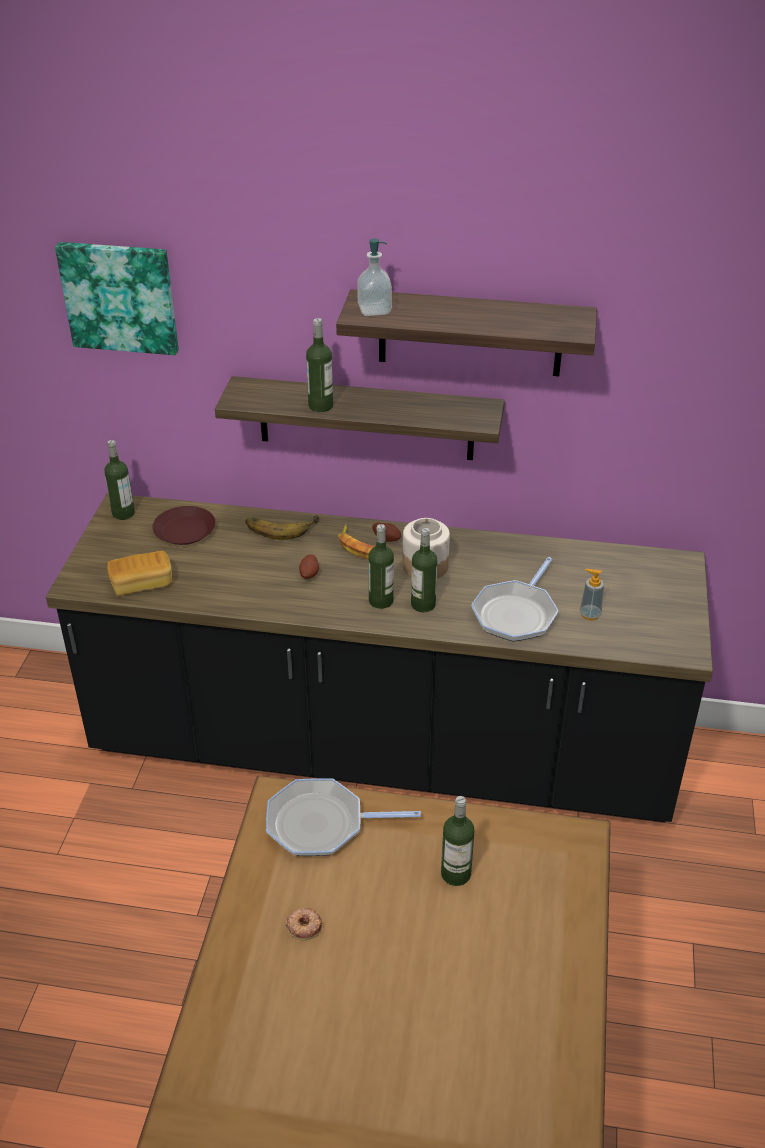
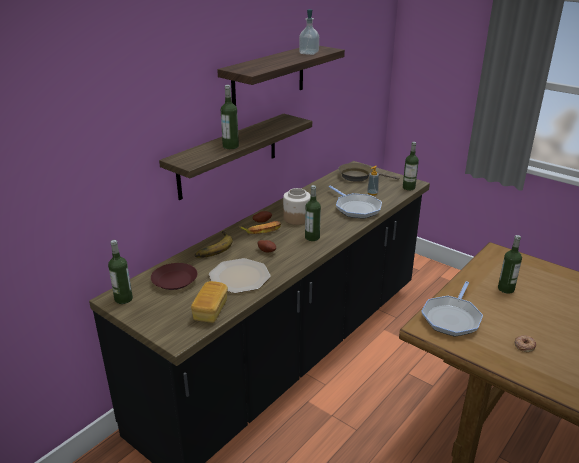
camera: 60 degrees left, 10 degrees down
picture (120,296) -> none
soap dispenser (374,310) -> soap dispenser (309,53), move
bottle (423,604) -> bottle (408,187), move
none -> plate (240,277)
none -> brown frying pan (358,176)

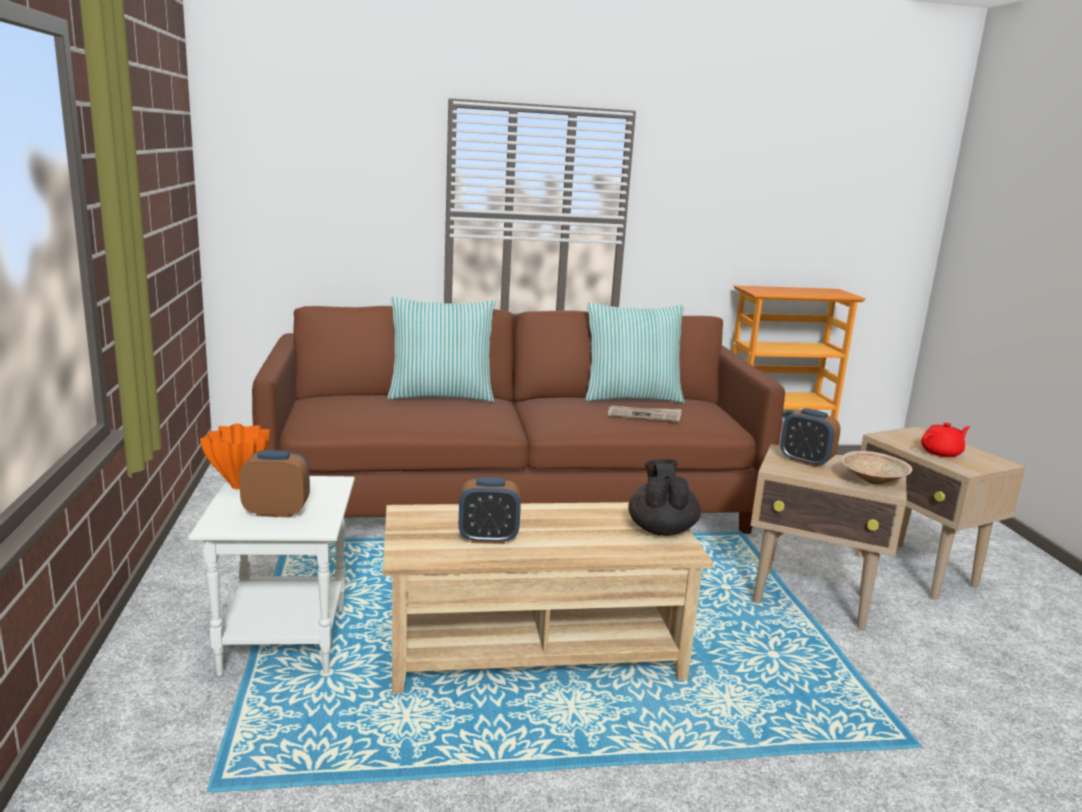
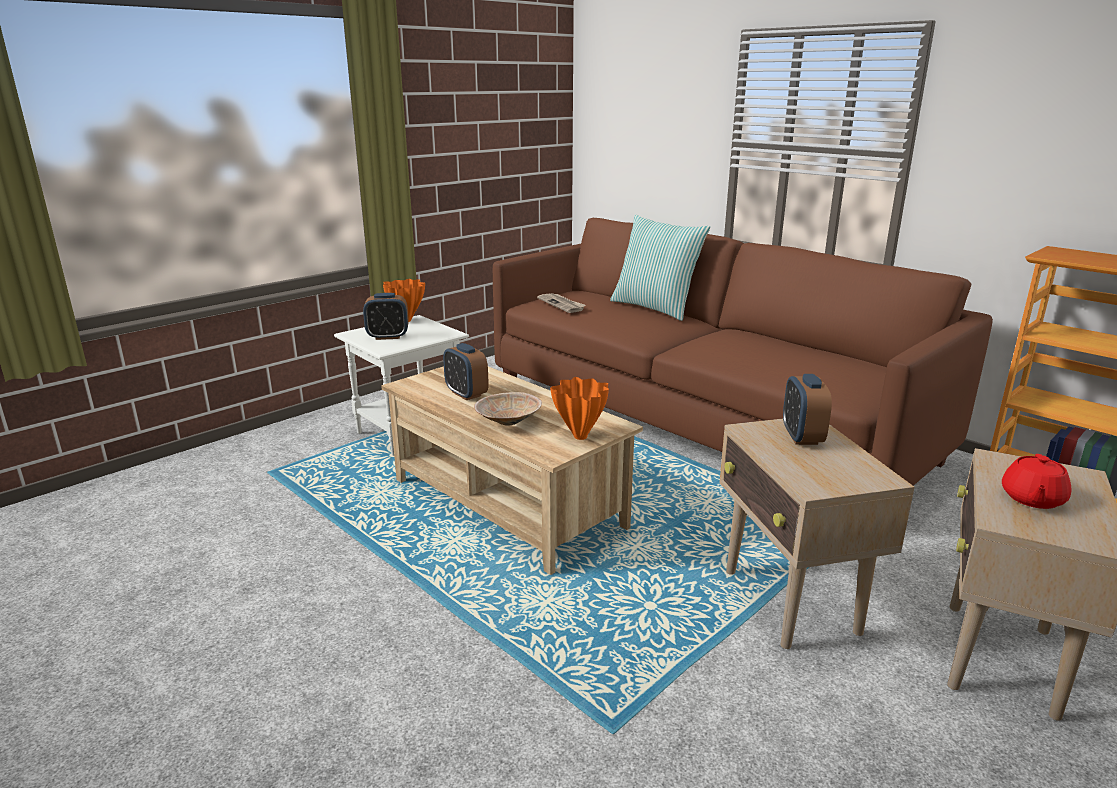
camera: 55 degrees right, 5 degrees up
alarm clock (276,512) -> alarm clock (388,336), 120 degrees clockwise
pillow (631,397) -> none
newspaper (644,415) -> newspaper (562,304), move
black teapot (661,529) -> orange vase (580,436)
beige bowl (872,481) -> beige bowl (507,422), move
red teapot (942,452) -> red teapot (1032,499), 90 degrees clockwise

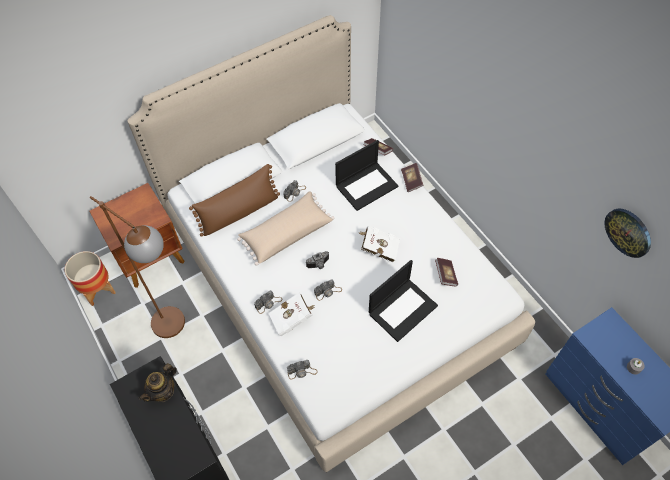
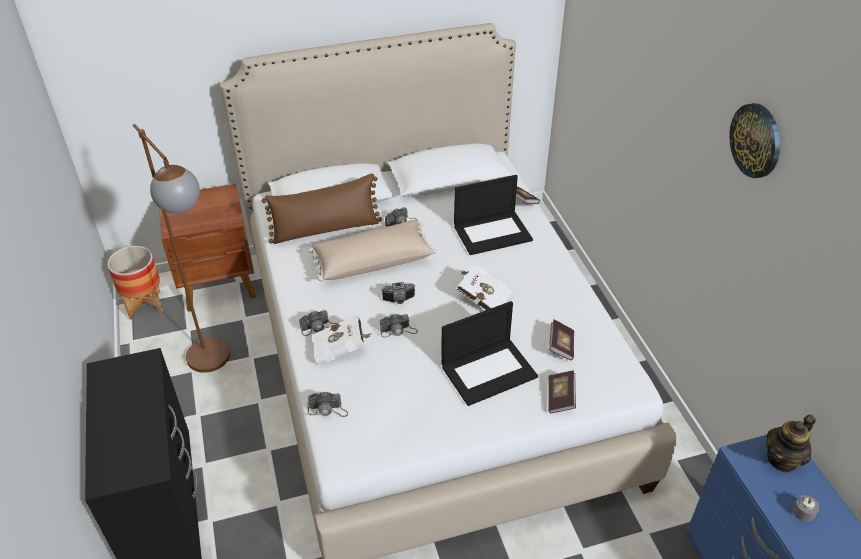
camera: 15 degrees right, 15 degrees down
teapot (163,391) -> teapot (782,459), move
book (411,181) -> book (560,398), move
wall clock (628,232) -> wall clock (756,140), move

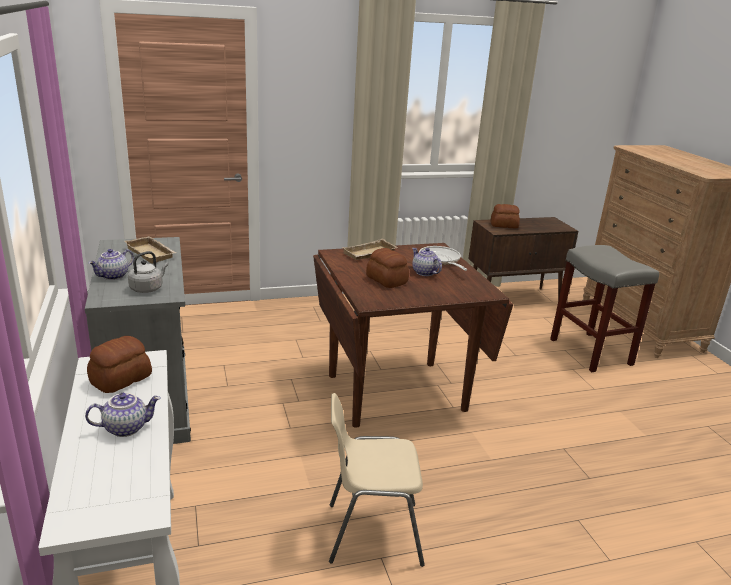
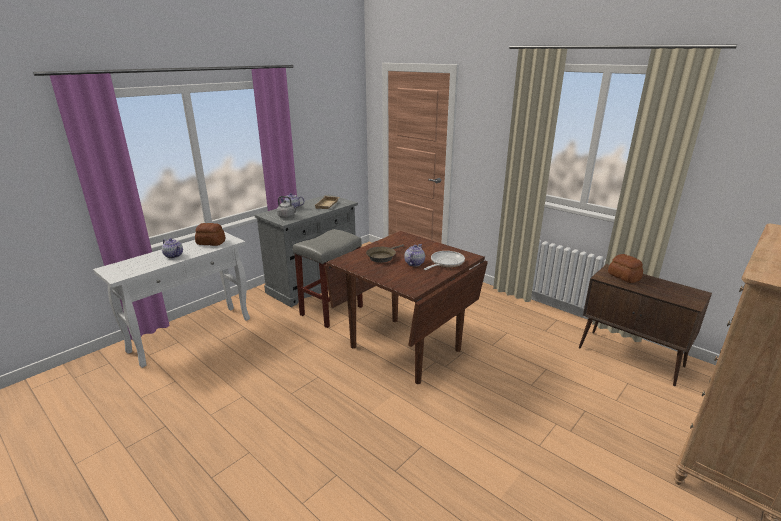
camera: 60 degrees right, 0 degrees up
beige chair (371,532) -> none
beige tray (369,254) -> none
bread (386,280) -> brown frying pan (382,257)
grey stool (589,351) -> grey stool (332,310), move

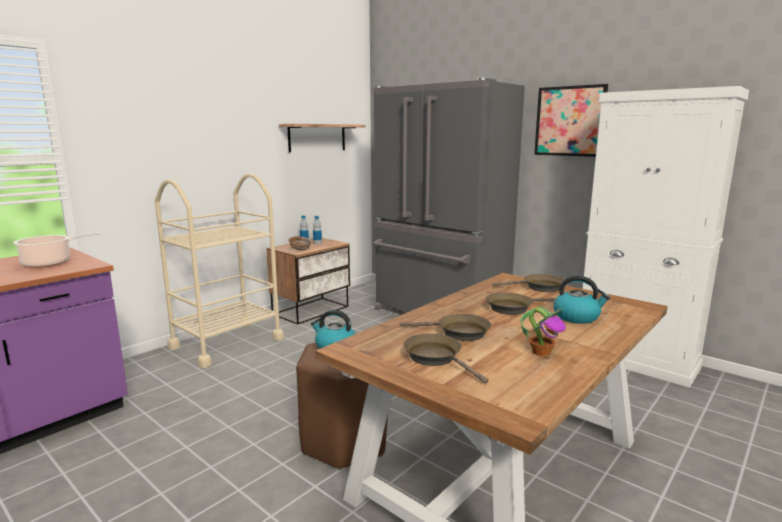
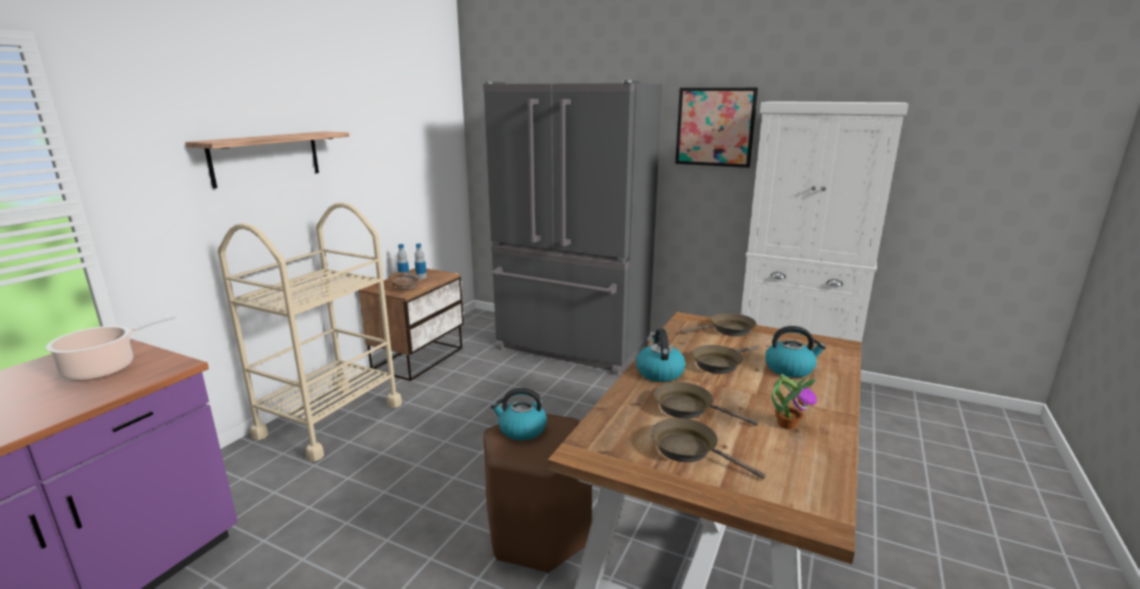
camera: 15 degrees left, 5 degrees up
shelf (317,137) -> shelf (266,158), move
brown frying pan (458,333) -> brown frying pan (688,408), 150 degrees counterclockwise
none -> kettle (659,372)

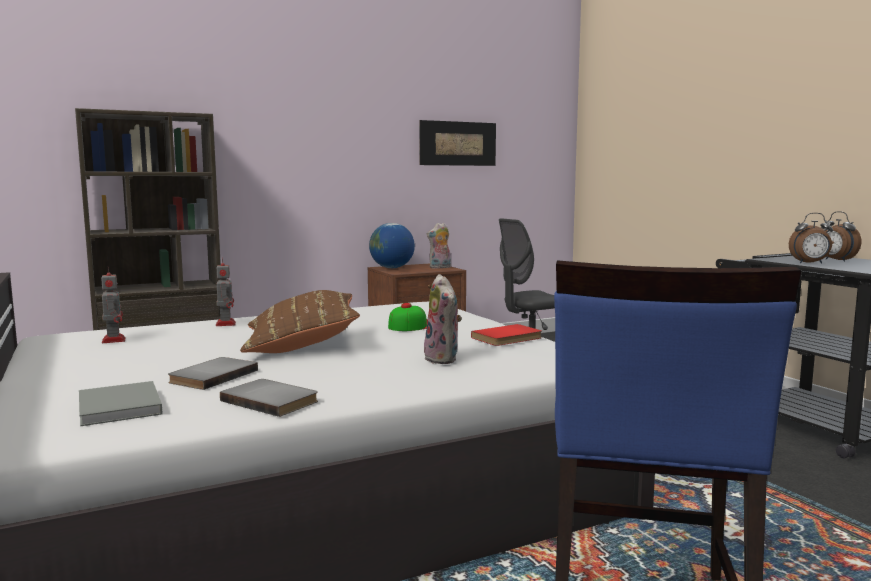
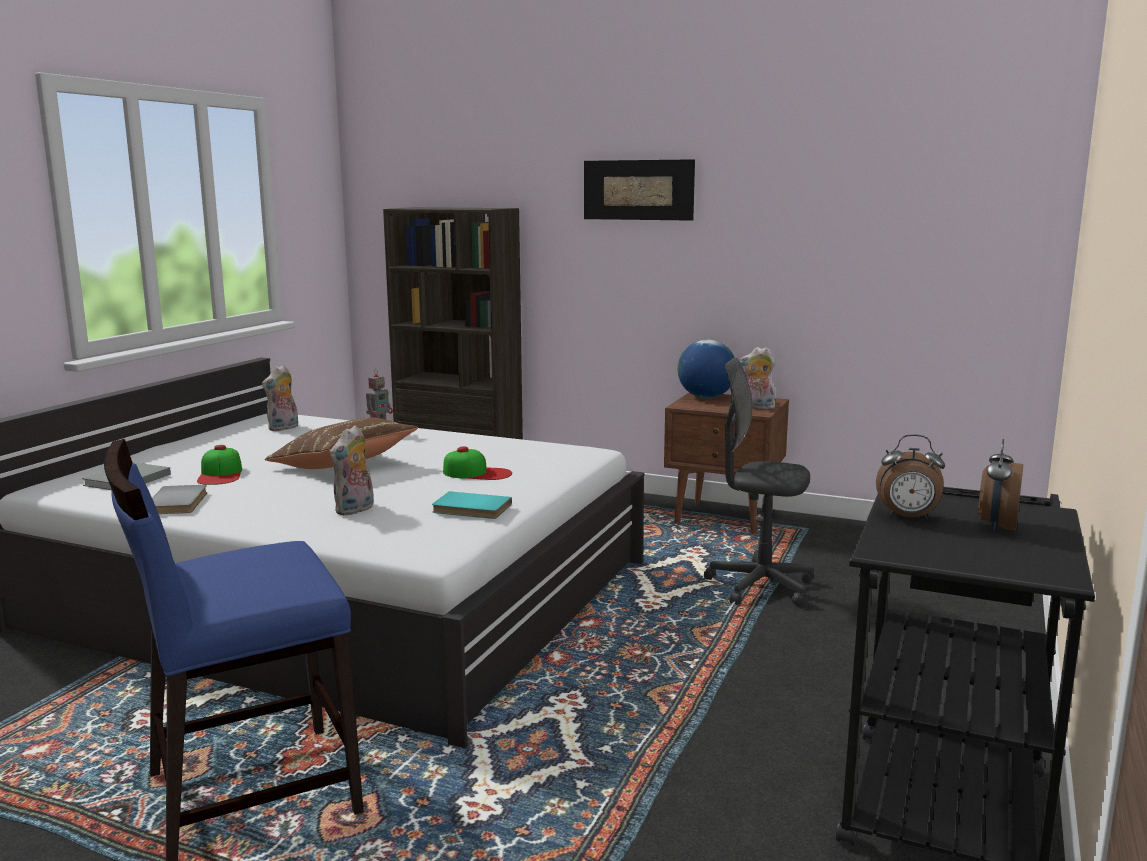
camera: 50 degrees right, 5 degrees up
toy robot (113,340) -> plush toy (283,428)
grey book (211,376) -> cap (220,474)
picture (458,143) -> picture (638,190), move
red book (508,338) -> turquoise book (471,509)
alarm clock (810,263) -> alarm clock (907,518), 45 degrees counterclockwise

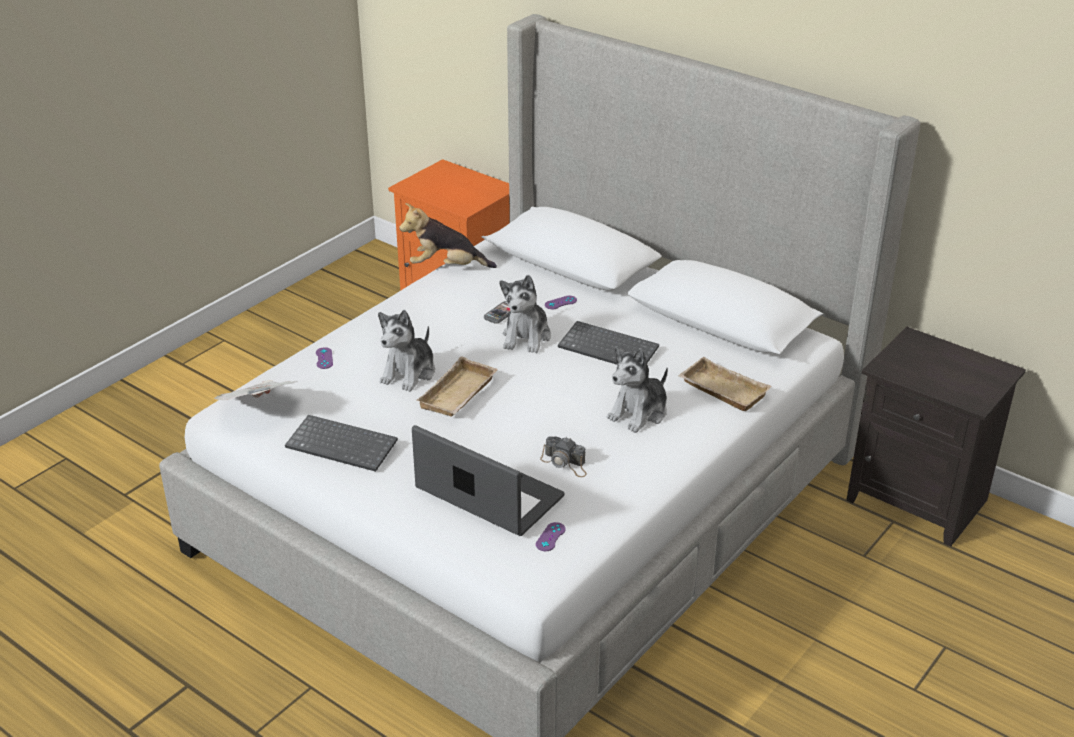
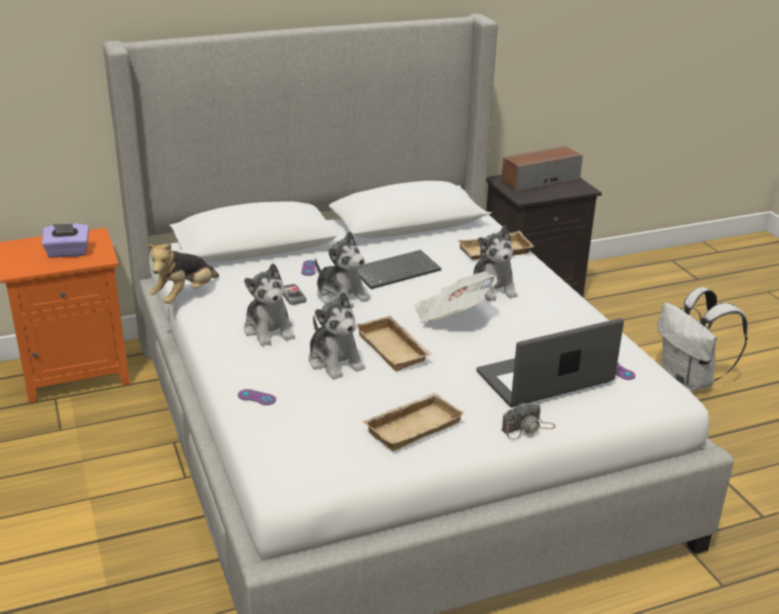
camera: 60 degrees left, 5 degrees down
newspaper (259,408) -> newspaper (452,316), move
keyboard (343,444) -> beige tray (412,425)
photo camera (565,463) -> photo camera (528,428), move
none -> purple tissue box (68,252)
none -> plush toy (269,330)
none -> speaker (540,181)
none -> white backpack (689,381)

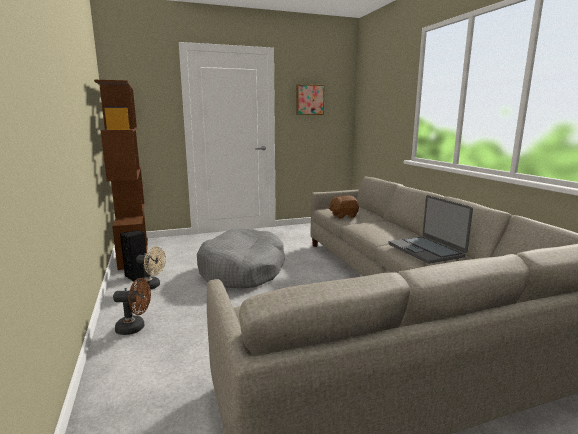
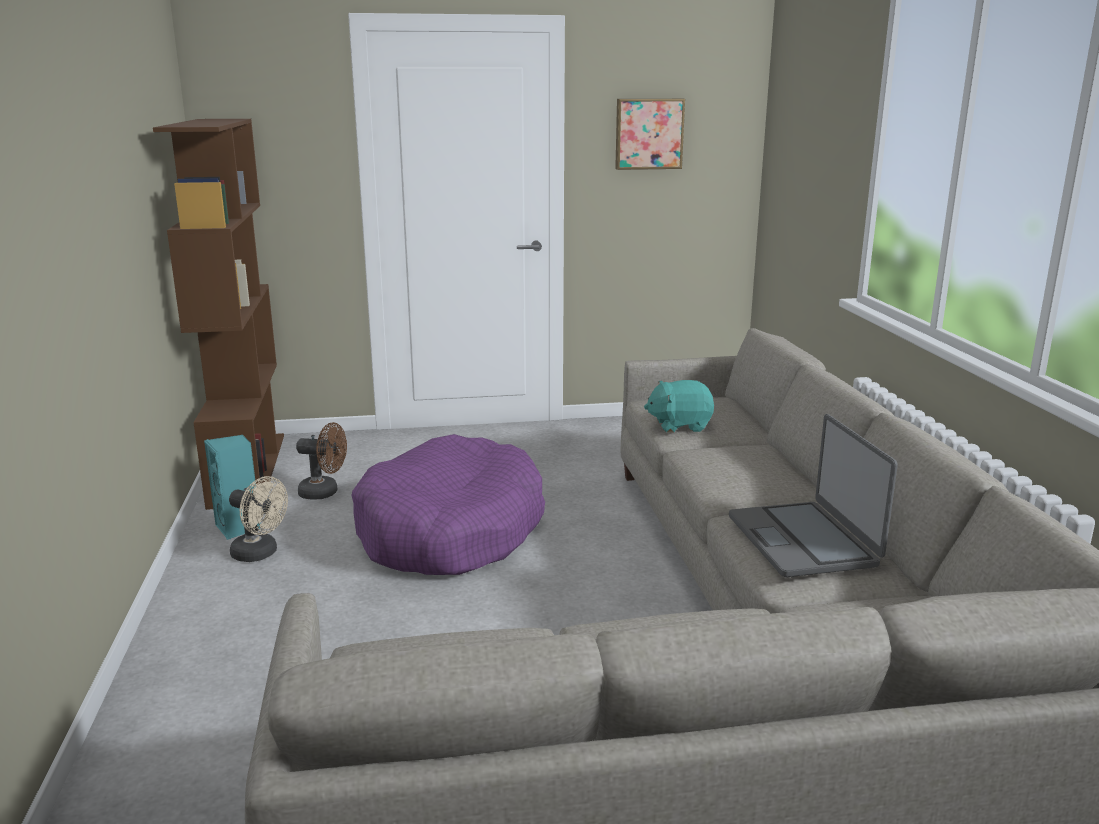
camera: 10 degrees right, 5 degrees up
brown fan (135,328) -> brown fan (324,493), move
black speaker (137,276) -> turquoise speaker (238,528)
grey dog bed (242,270) -> purple dog bed (450,531)
brown plush toy (343,216) -> turquoise plush toy (679,425)

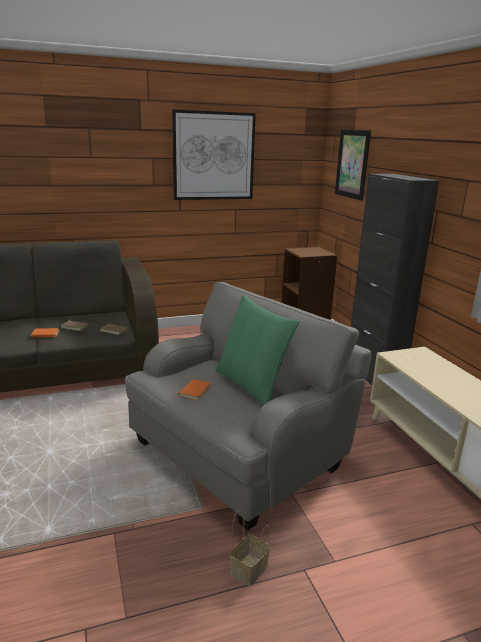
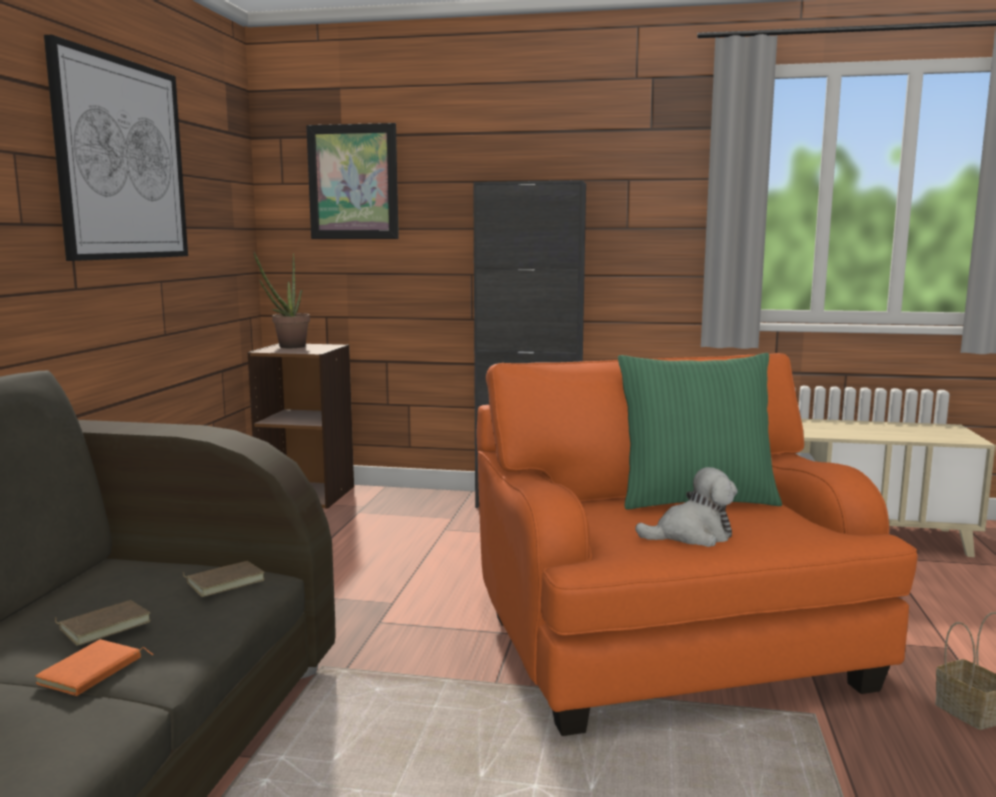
camera: 60 degrees left, 10 degrees down
grey armchair (240,452) -> orange armchair (667,645)
orange book (194,391) -> plush toy (691,535)
none -> potted plant (288,347)

